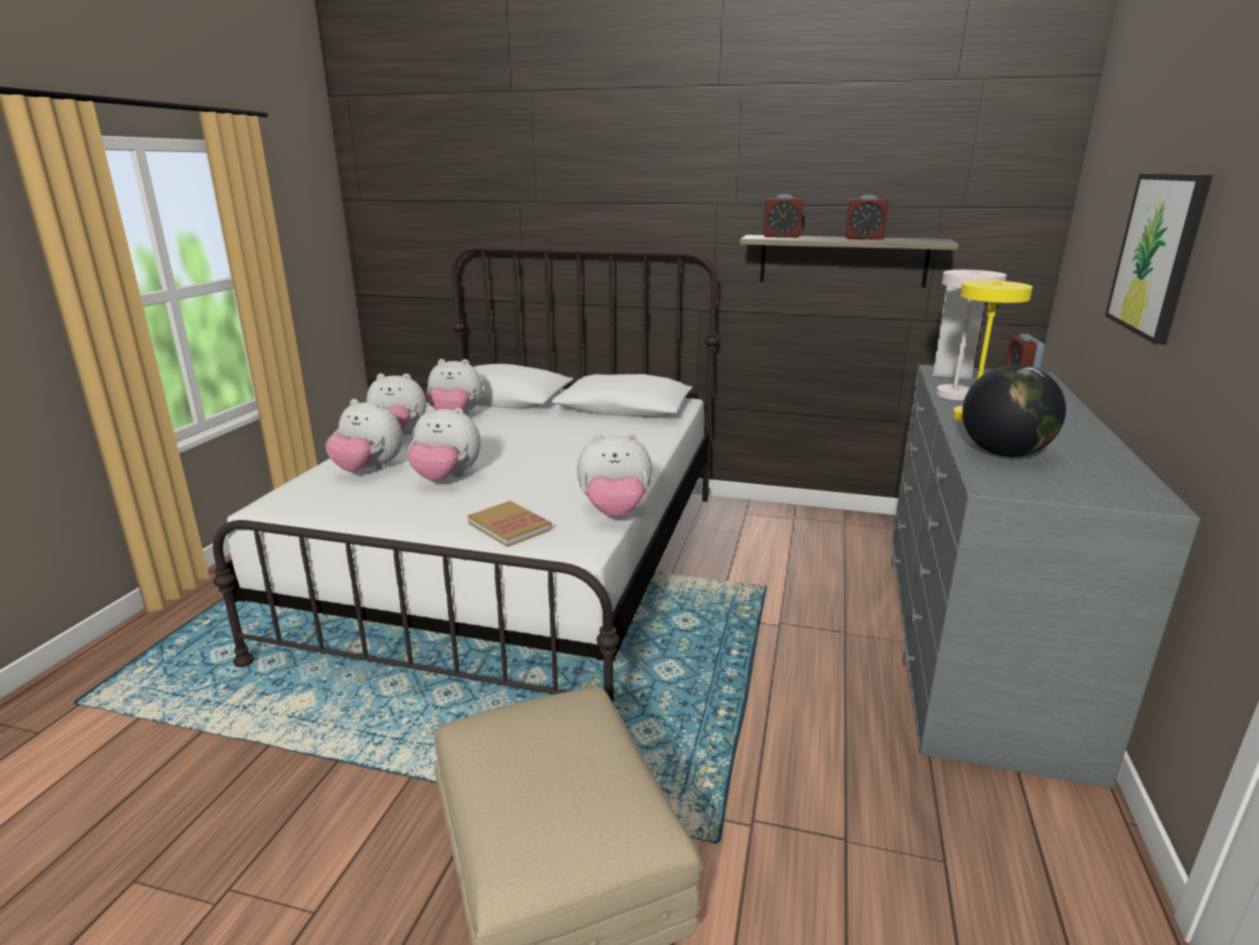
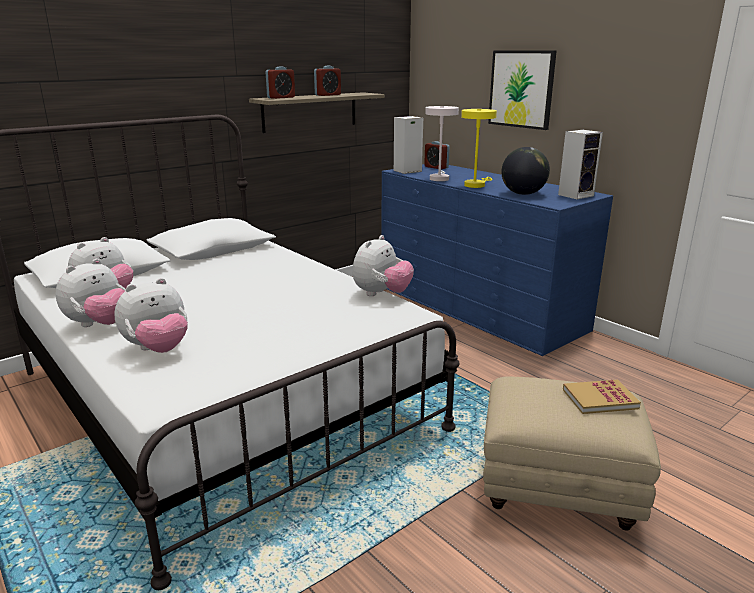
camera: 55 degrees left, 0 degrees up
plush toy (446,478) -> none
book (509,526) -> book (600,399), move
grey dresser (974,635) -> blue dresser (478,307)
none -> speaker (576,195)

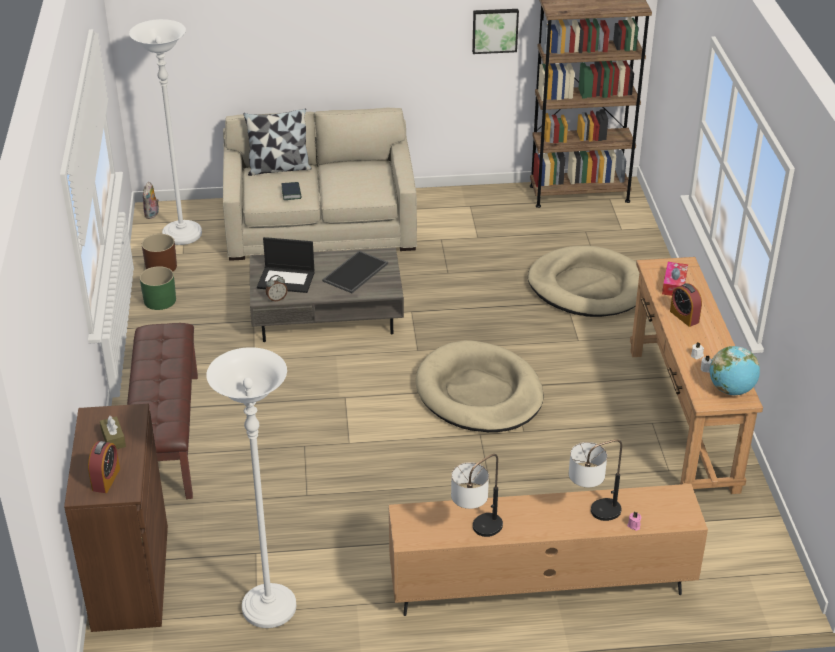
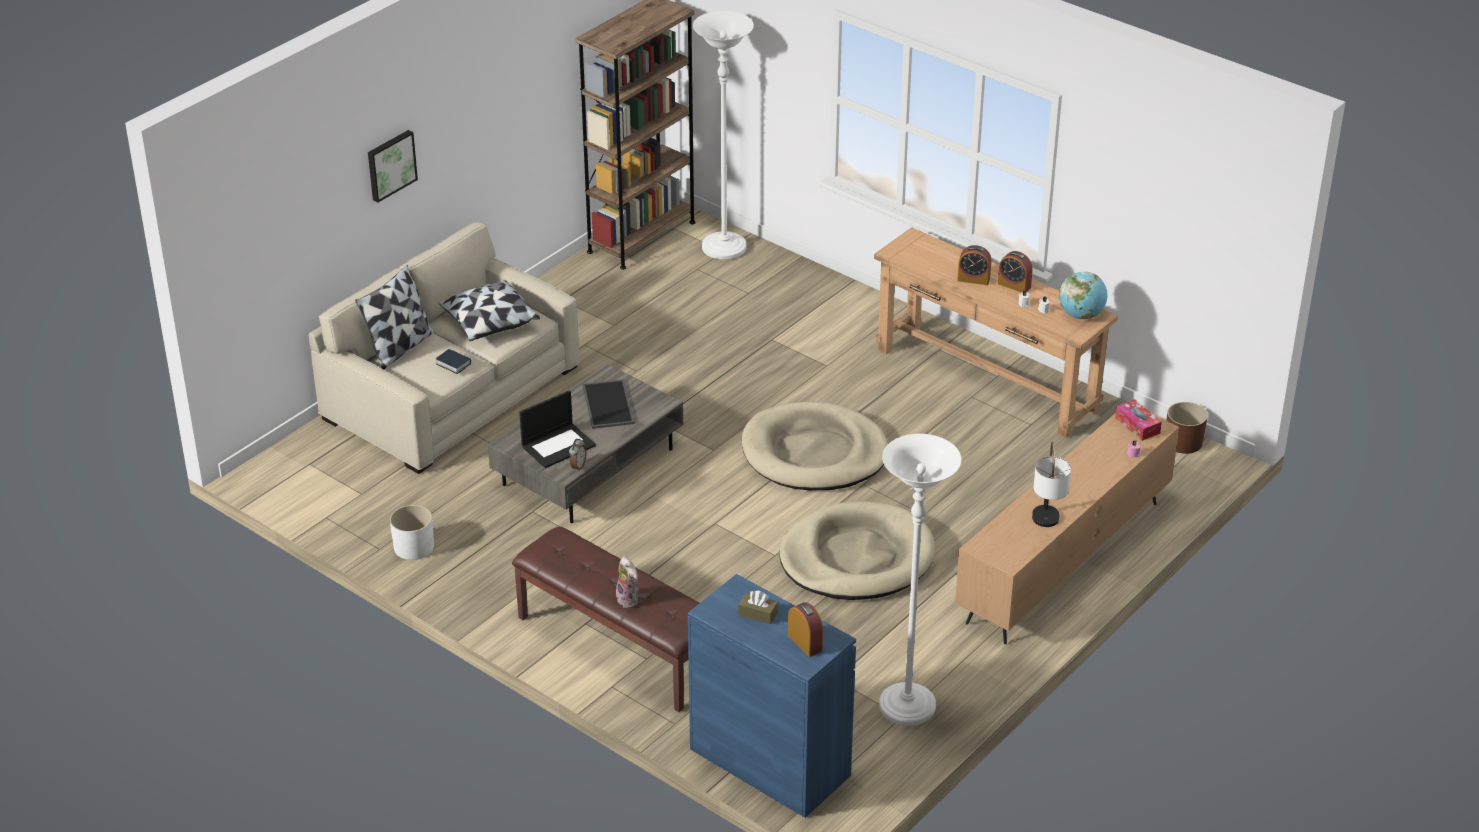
camera: 45 degrees left, 0 degrees up
brown cabinet (130,577) -> blue cabinet (769,762)
white floor lamp (182,235) -> white floor lamp (724,248), move
green planter (160,300) -> white planter (413,547)
brown planter (161,266) -> brown planter (1183,442), move
plush toy (152,215) -> plush toy (629,600), move
picture (494,30) -> picture (390,165), move
beige dog bed (588,287) -> beige dog bed (856,558), move
table lamp (592,514) -> none
tissue box (674,284) -> tissue box (1137,425), move
none -> pillow (489,322)
none -> alarm clock (1014,285)

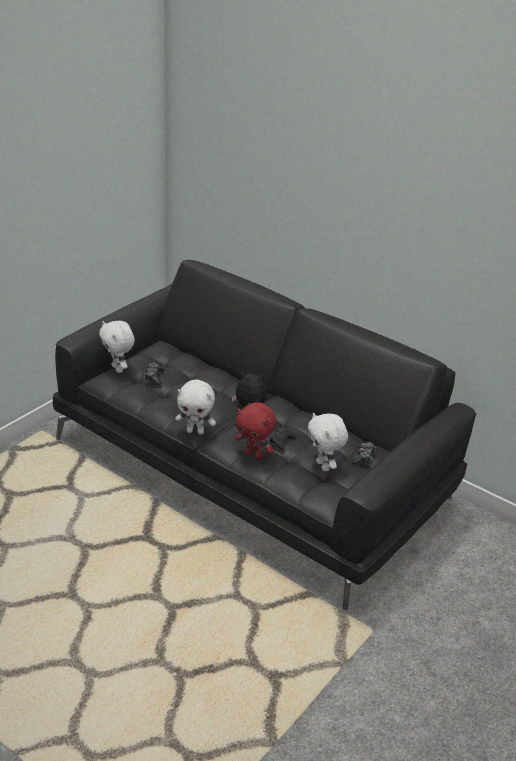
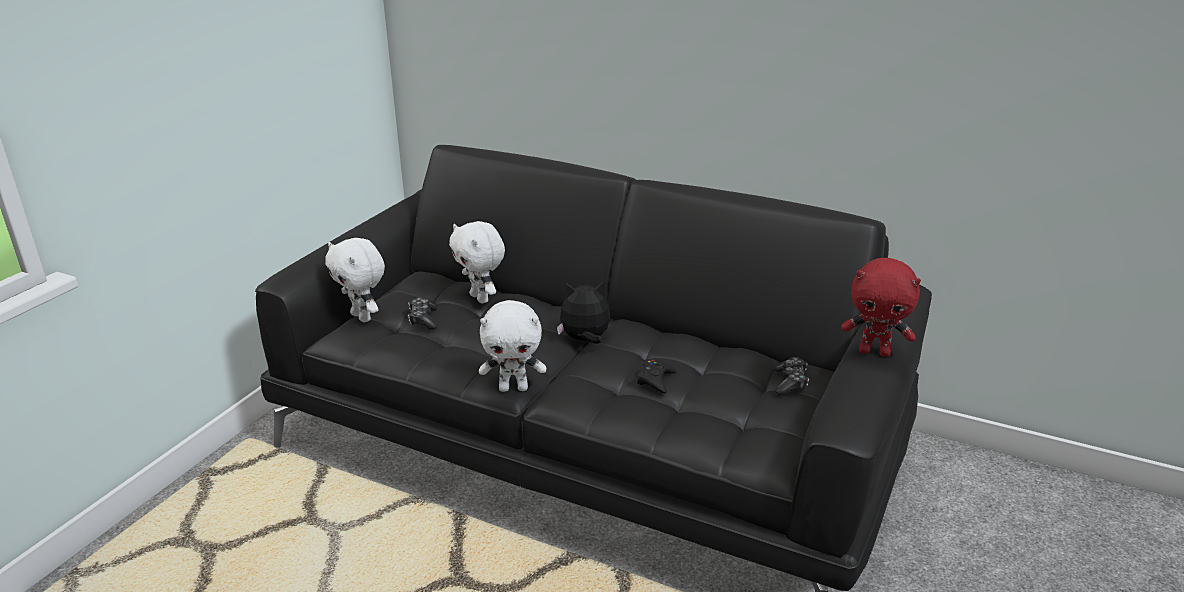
camera: 10 degrees left, 5 degrees down
red plush toy (254,455) -> red plush toy (875,352), move
white plush toy (324,466) -> white plush toy (481,298), move

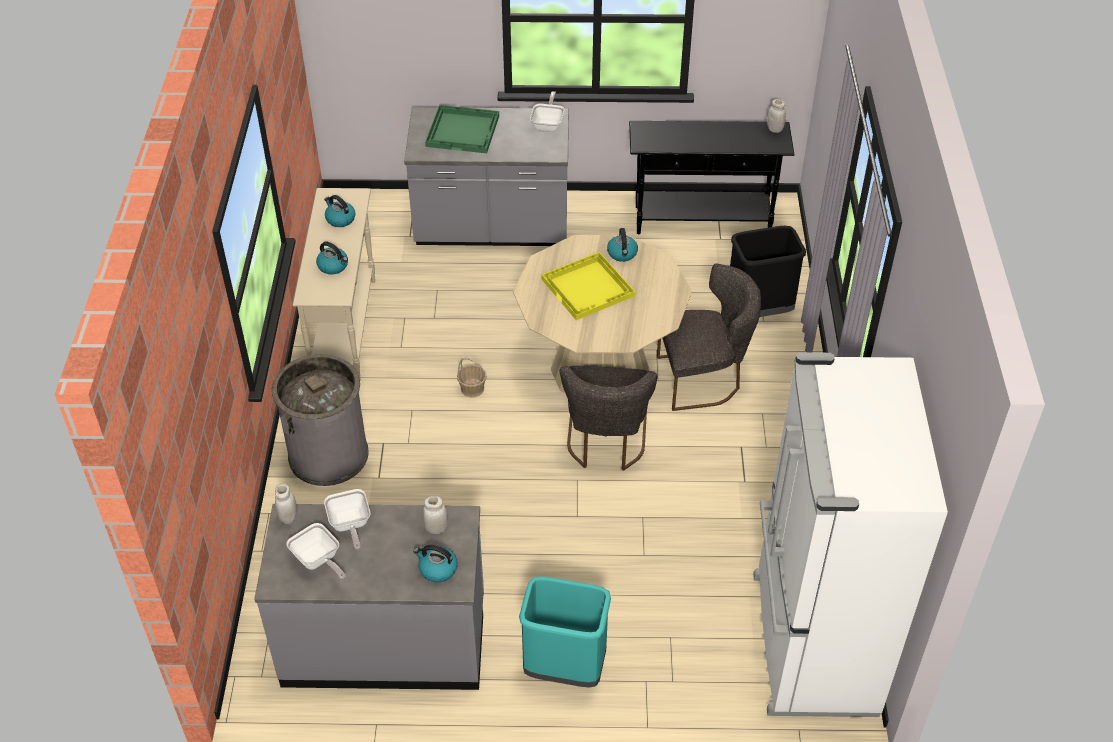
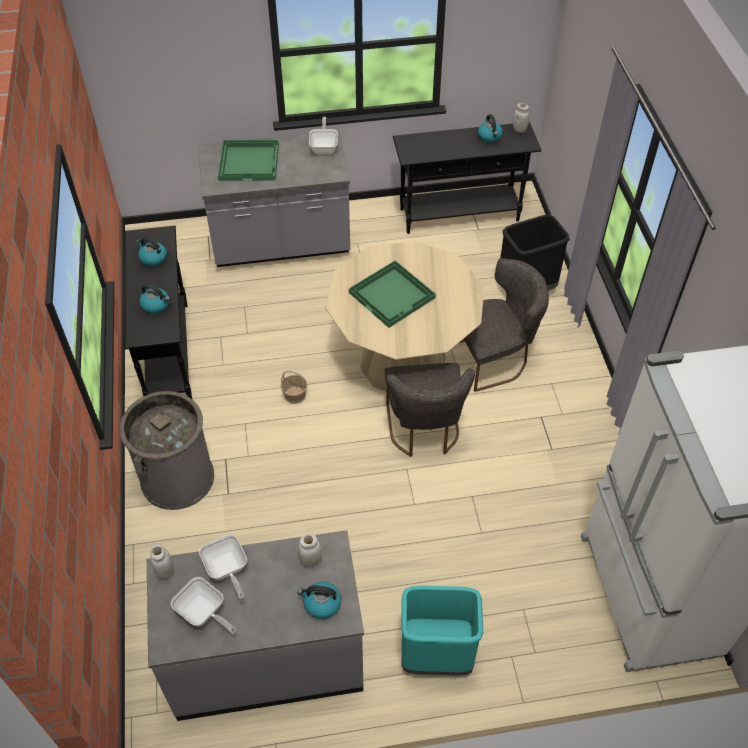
camera: 10 degrees left, 5 degrees up
beige console table (345,328) -> black console table (169,354)
yellow tray (588,288) -> green tray (393,295)
kettle (622,254) -> kettle (490,136), move

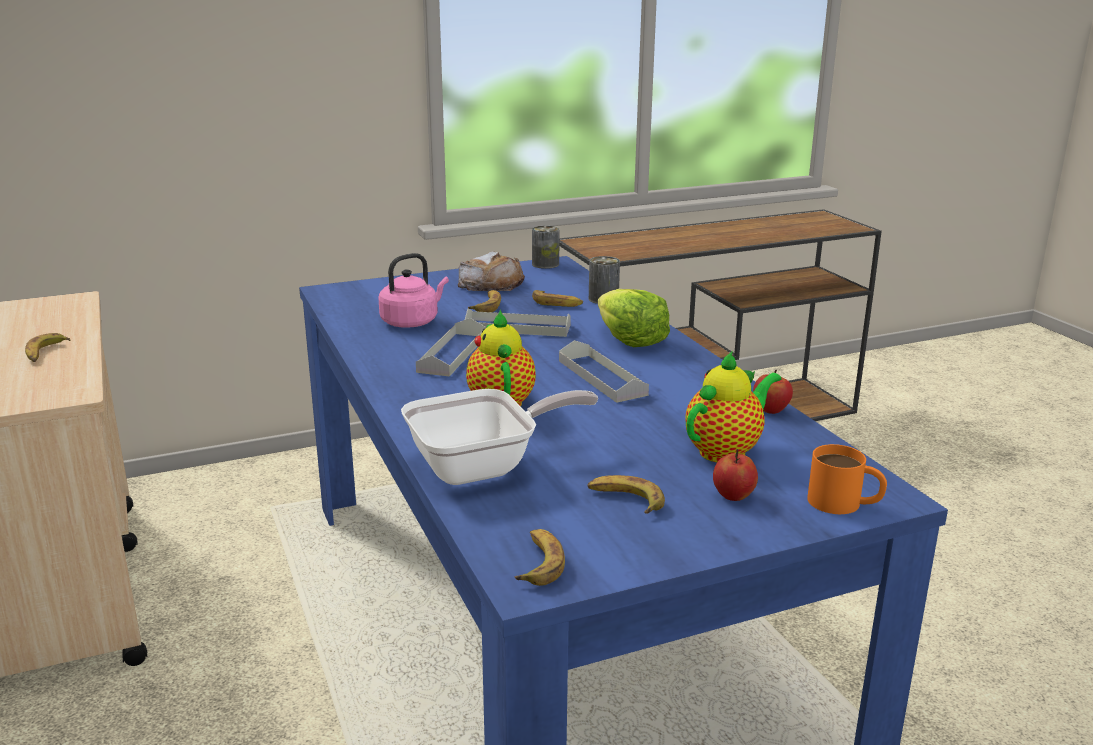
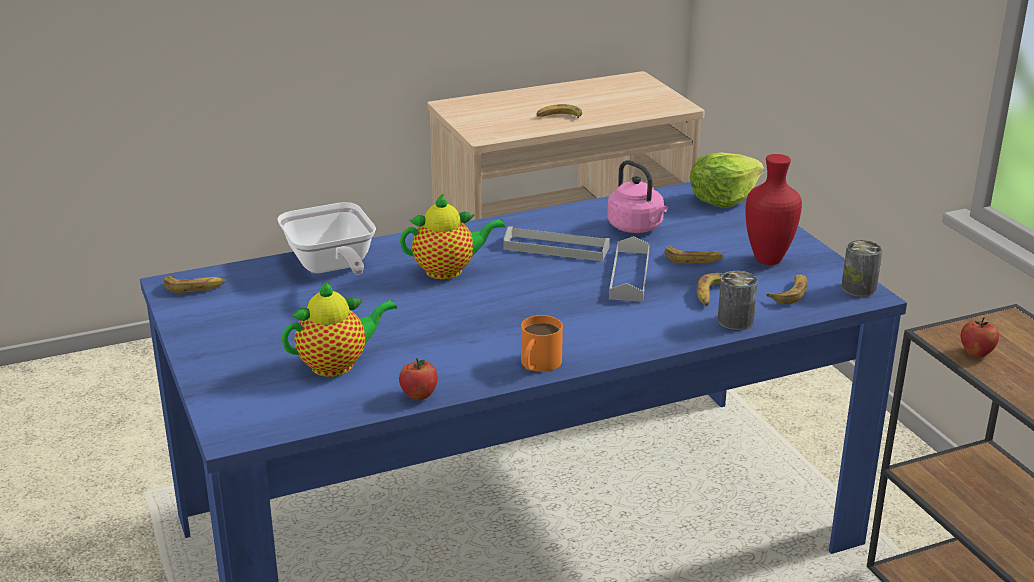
camera: 90 degrees right, 5 degrees up
bread (490,283) -> red vase (769,259)
grey tray (602,377) -> none
banana (625,500) -> banana (790,293), move
lettuce (630,340) -> lettuce (723,198), move
teapot (726,450) -> teapot (337,365), 75 degrees counterclockwise
apple (733,496) -> apple (976,353), move
orange mug (844,503) -> orange mug (537,365), move

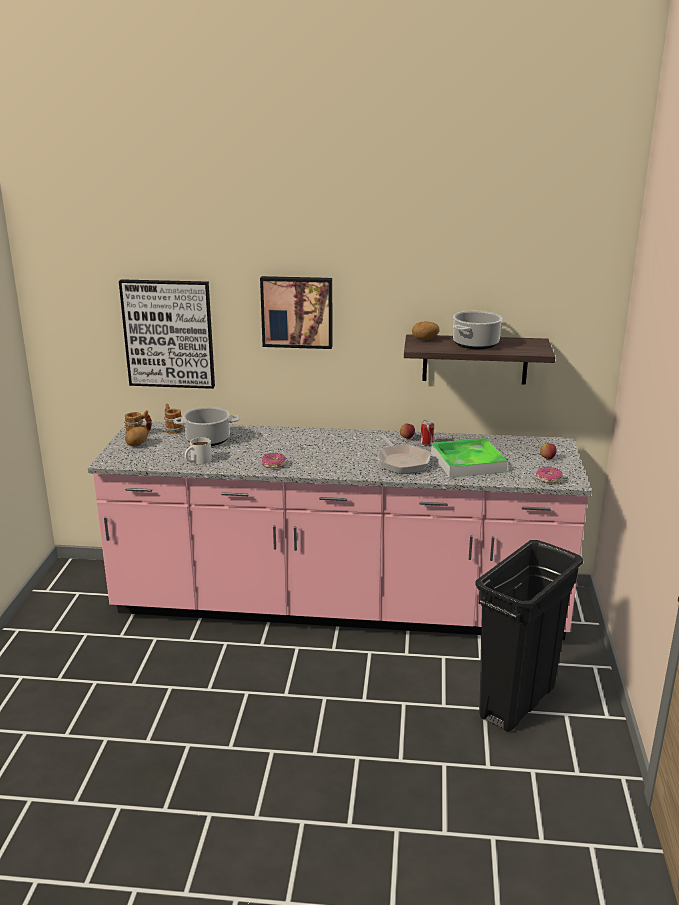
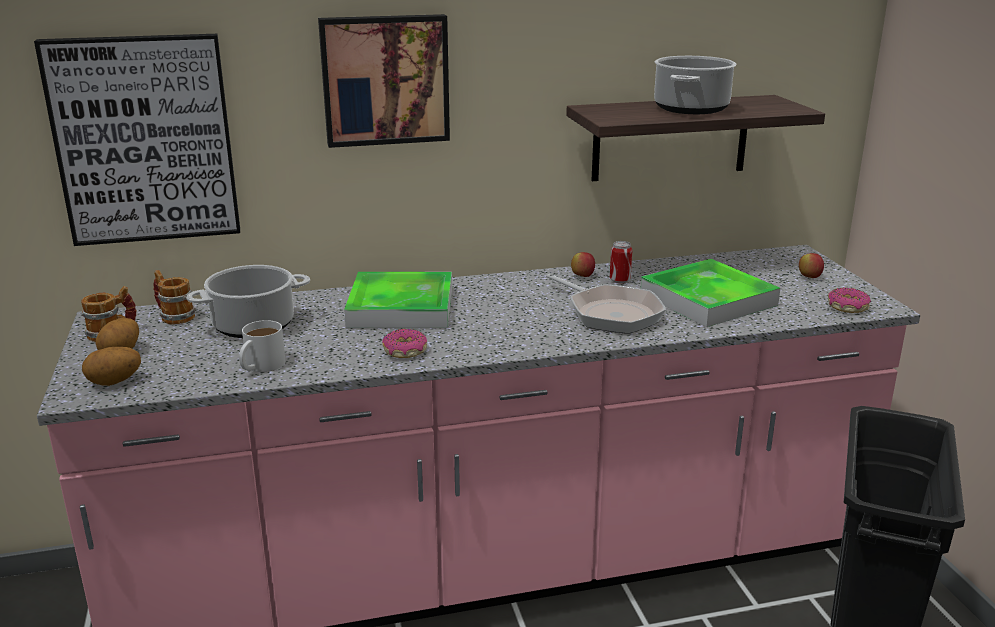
camera: 20 degrees left, 0 degrees up
potato (425,340) -> potato (114,382), move
none -> tray (401,307)

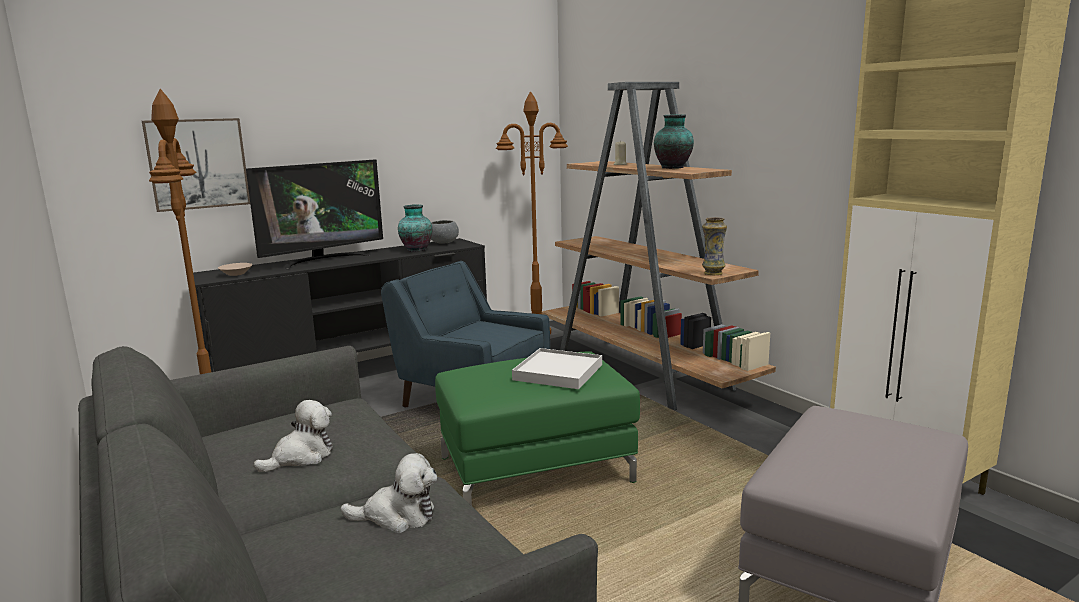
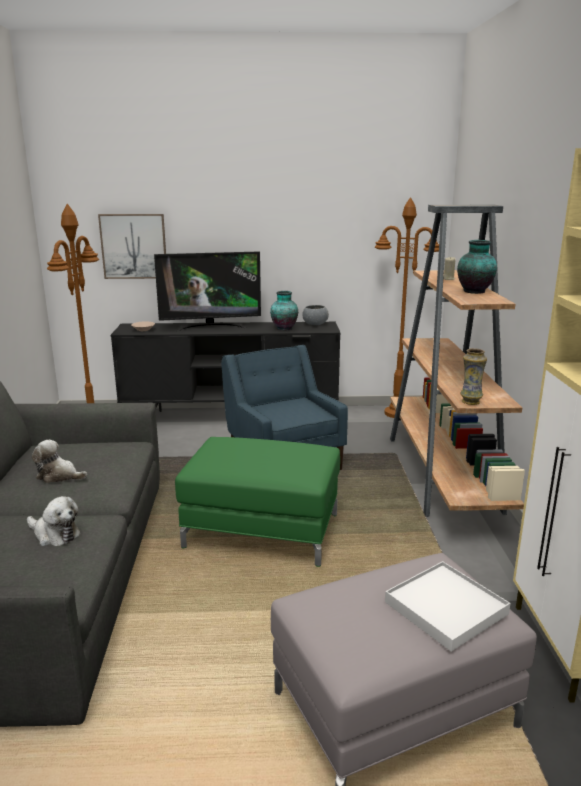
camera: 30 degrees right, 5 degrees up
plush toy (301,457) -> plush toy (59,476), 150 degrees counterclockwise
white tray (558,372) -> white tray (446,608), move

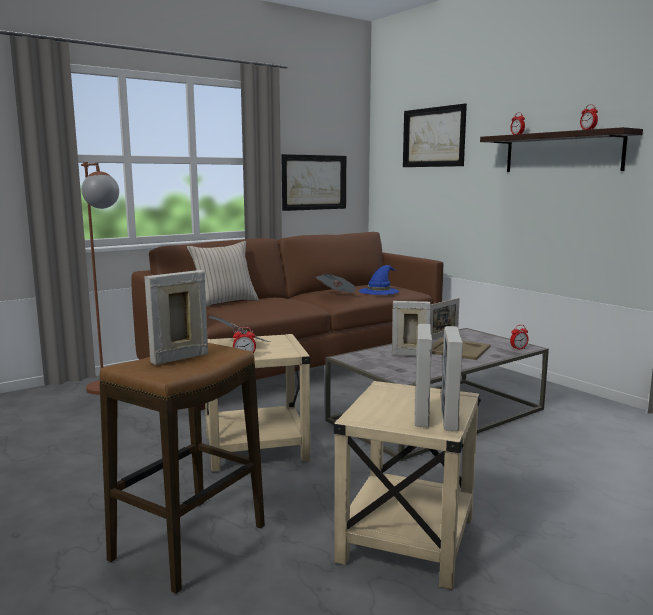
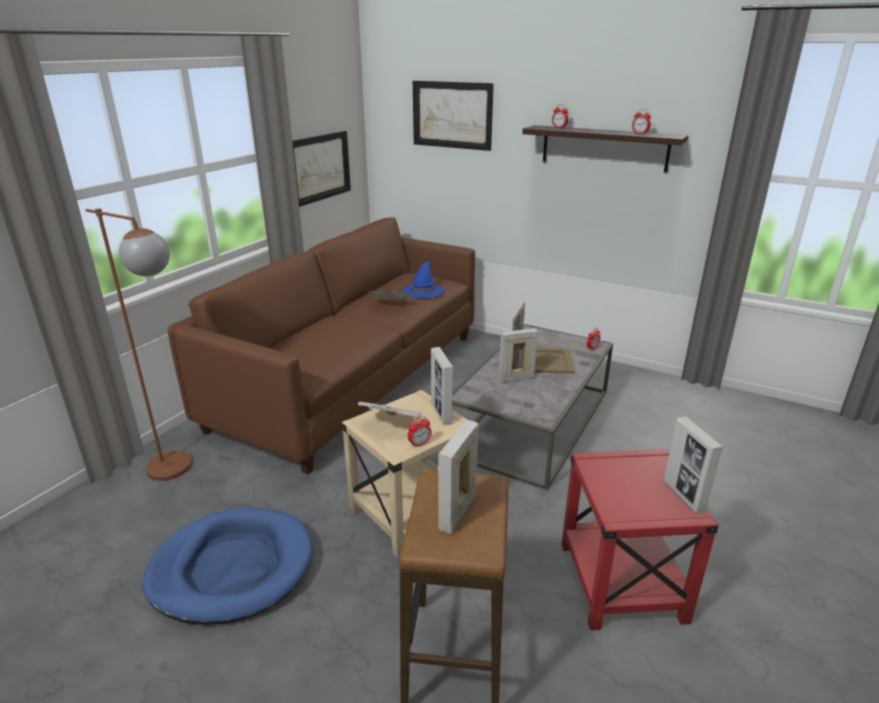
camera: 25 degrees left, 15 degrees up
beige pillow (224,303) -> none
beige side table (407,541) -> red side table (621,583)
picture frame (421,416) -> picture frame (441,413), move
none -> blue dog bed (232,568)

